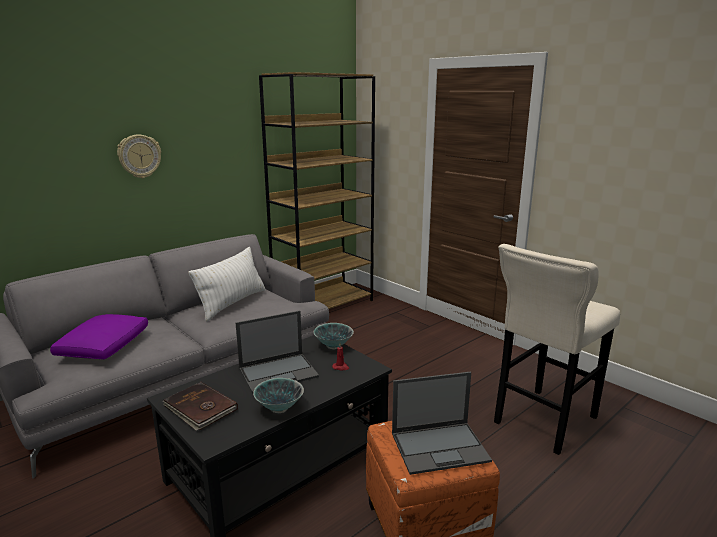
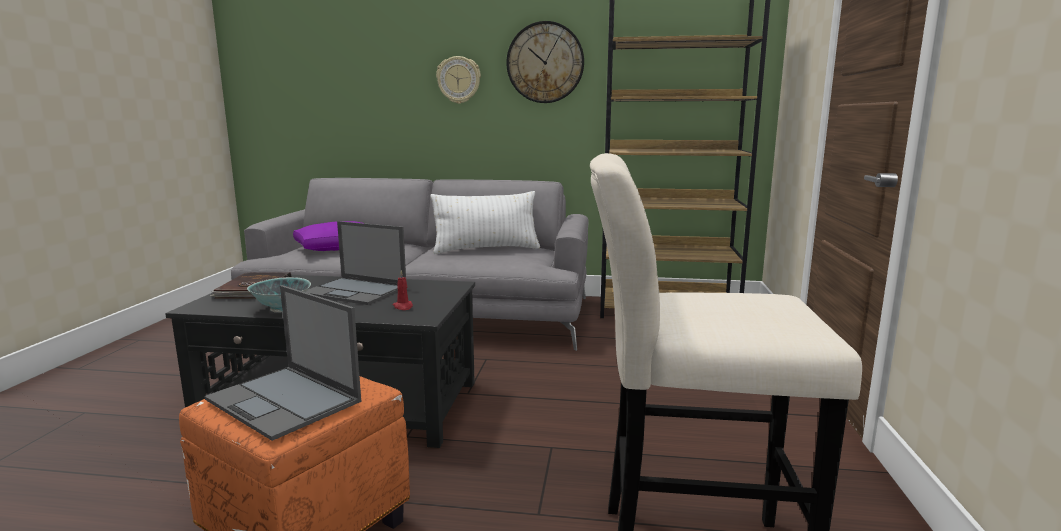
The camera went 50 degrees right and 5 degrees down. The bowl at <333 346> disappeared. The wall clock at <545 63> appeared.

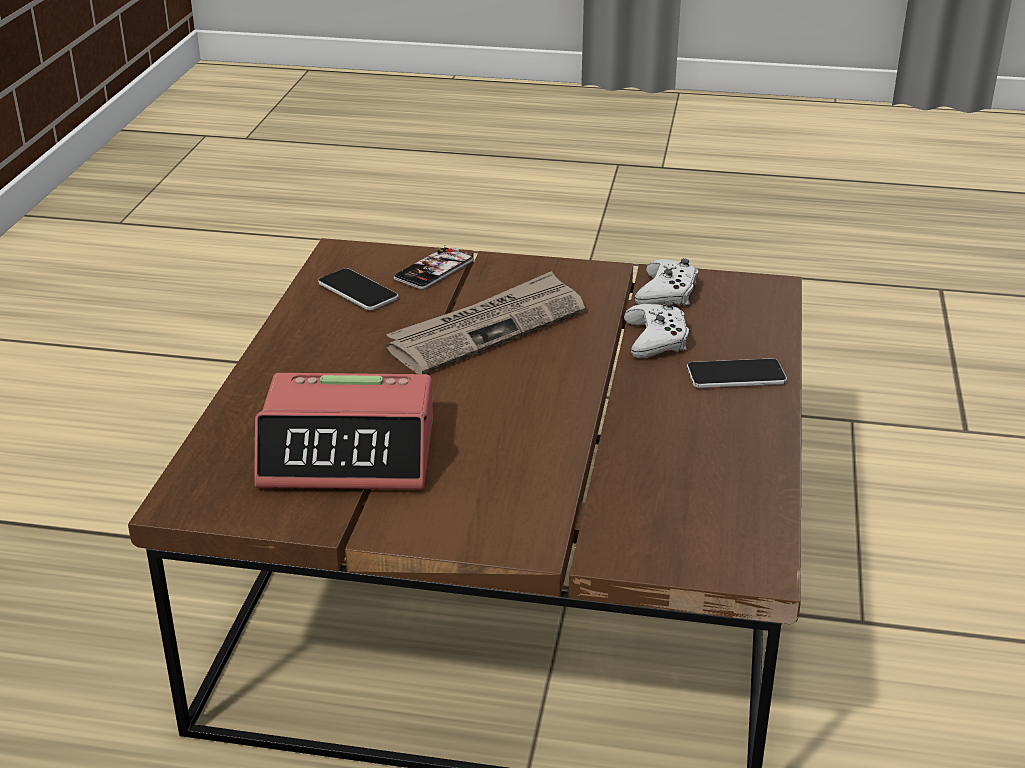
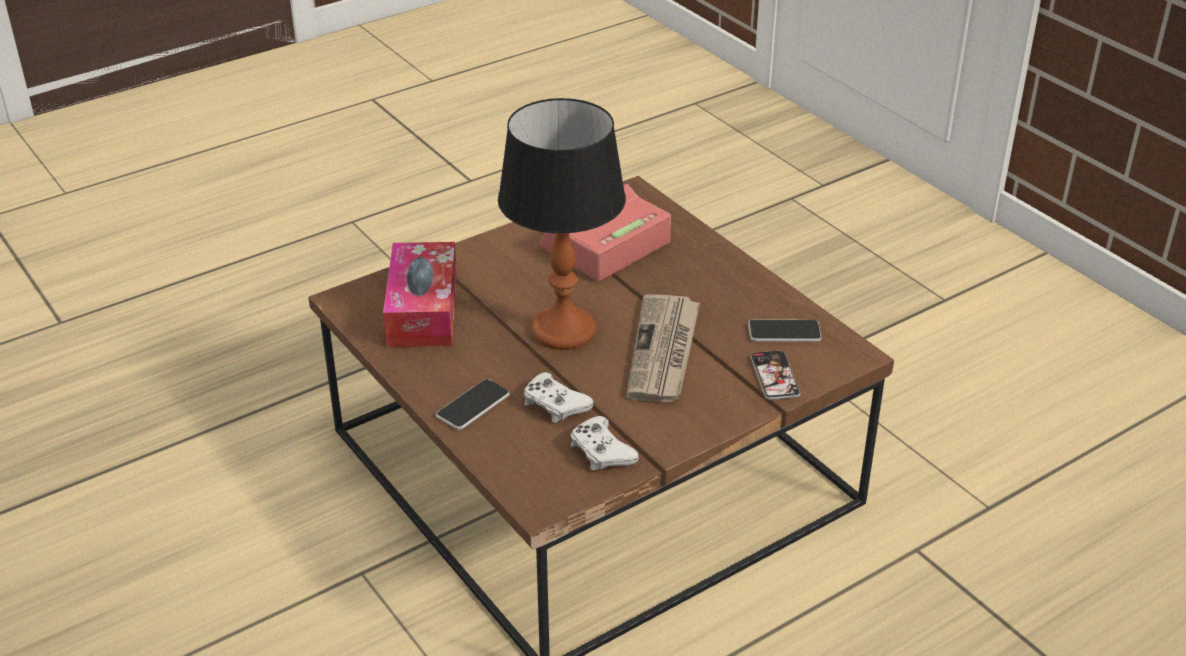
The camera went 135 degrees right and 5 degrees up. The tissue box at <423 309> appeared. The table lamp at <564 330> appeared.

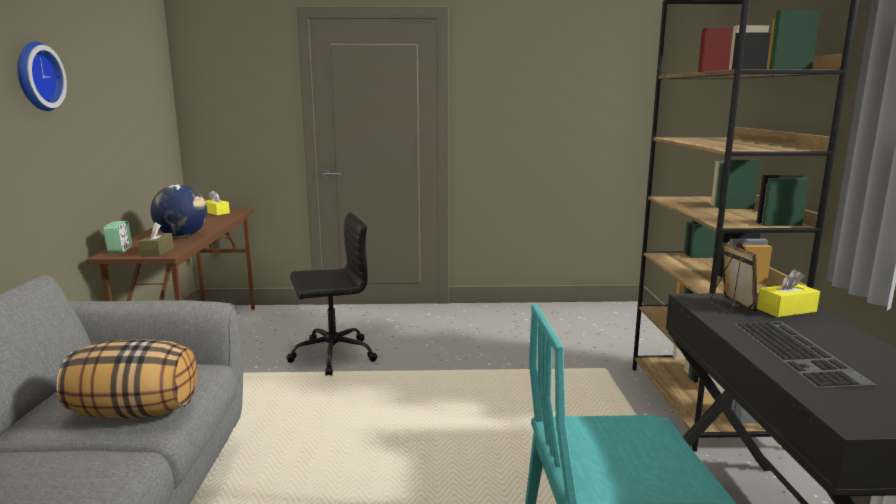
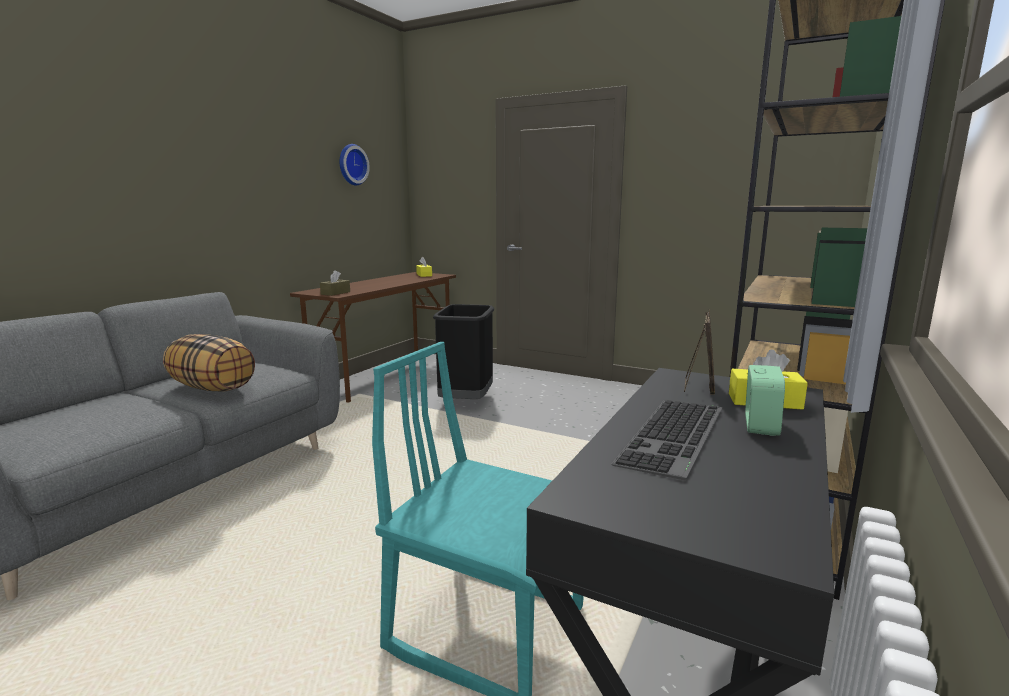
The camera went 30 degrees right and 0 degrees up. The wall clock moved from <35 76> to <351 164>. The alarm clock moved from <120 250> to <760 426>. The globe at <182 236> disappeared. The black office chair at <331 355> was replaced by the black trash can at <466 401>.

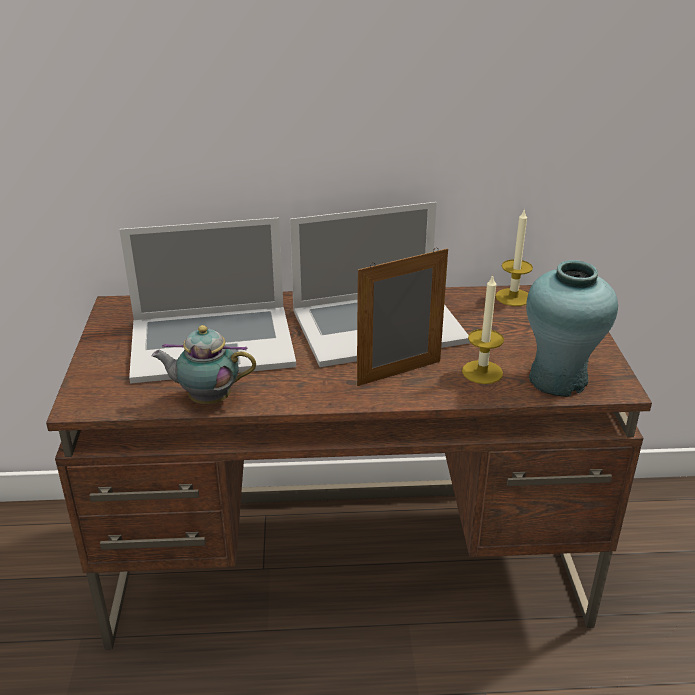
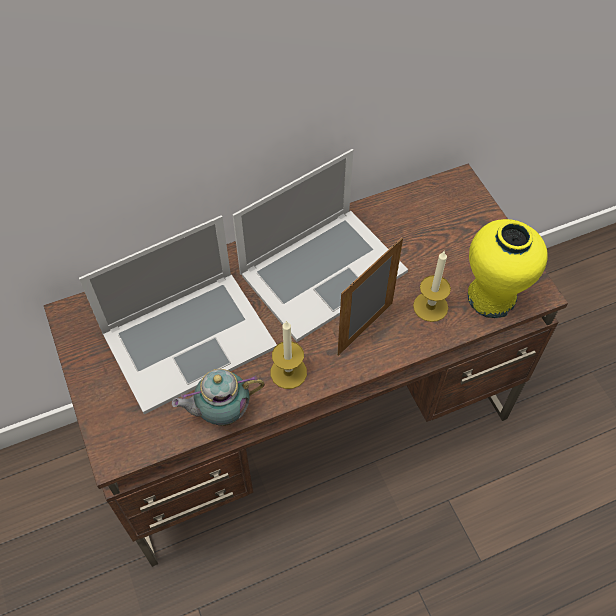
The camera went 20 degrees left and 25 degrees up. The candle moved from <513 297> to <288 372>. The turquoise vase at <558 379> became the yellow vase at <491 297>.

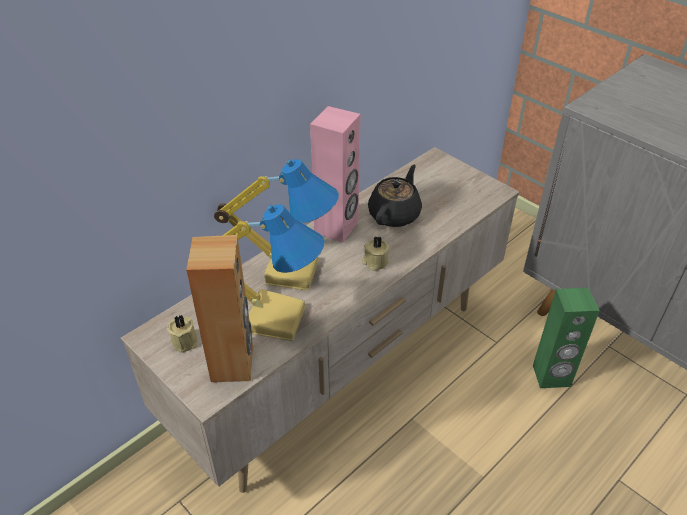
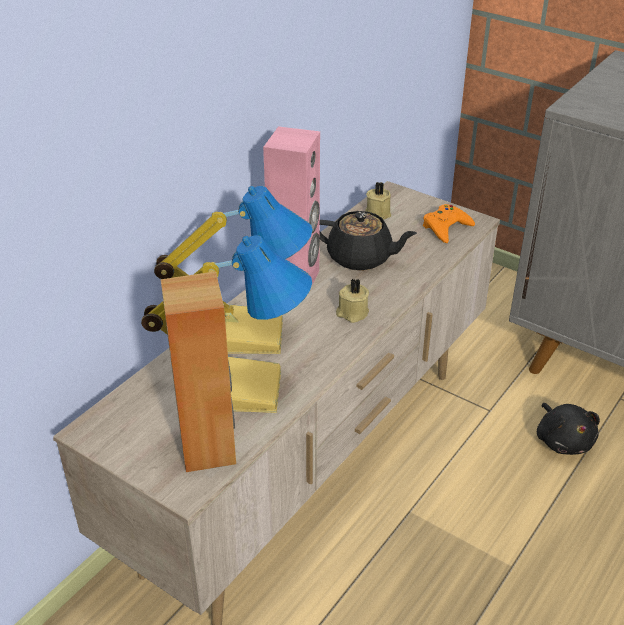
The camera went 10 degrees left and 5 degrees down. The beige candle moved from <186 341> to <378 213>. The black teapot at <395 214> turned 90 degrees clockwise. The green speaker at <551 376> was replaced by the black plush toy at <563 440>. The orange game controller at <446 228> appeared.

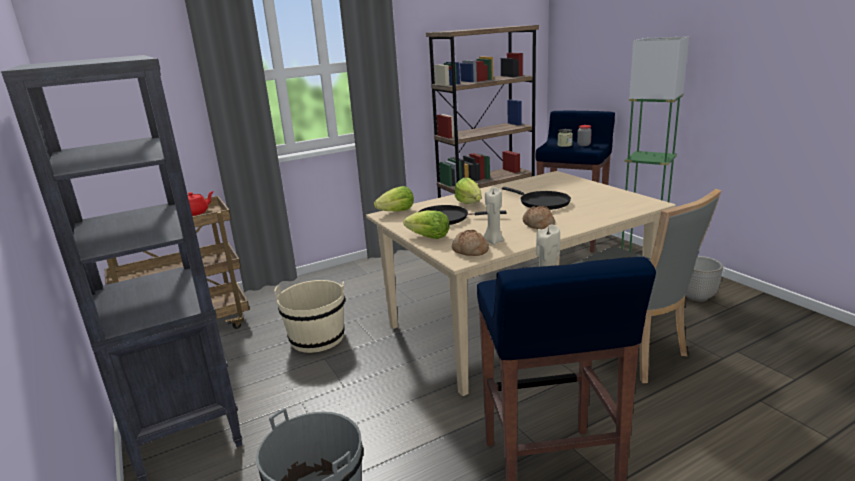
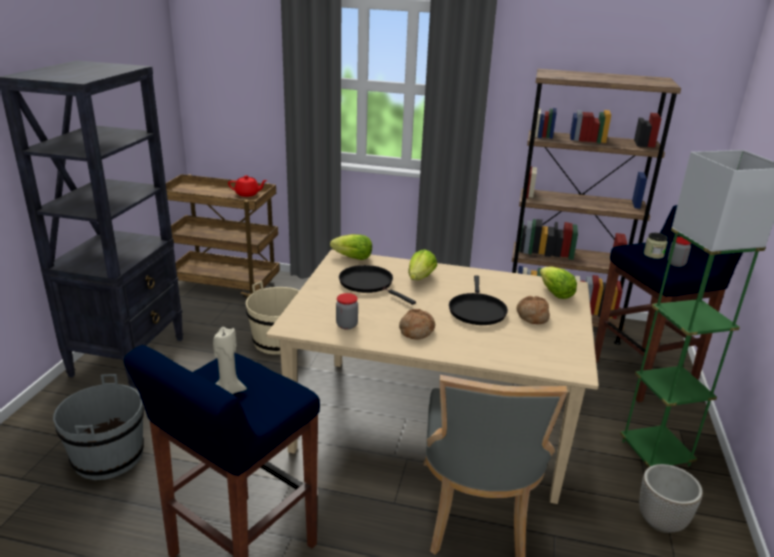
The camera went 40 degrees right and 5 degrees up. The lettuce moved from <429 237> to <555 294>. The bread moved from <470 251> to <532 316>. The beige candle at <493 241> was replaced by the jar at <346 325>.

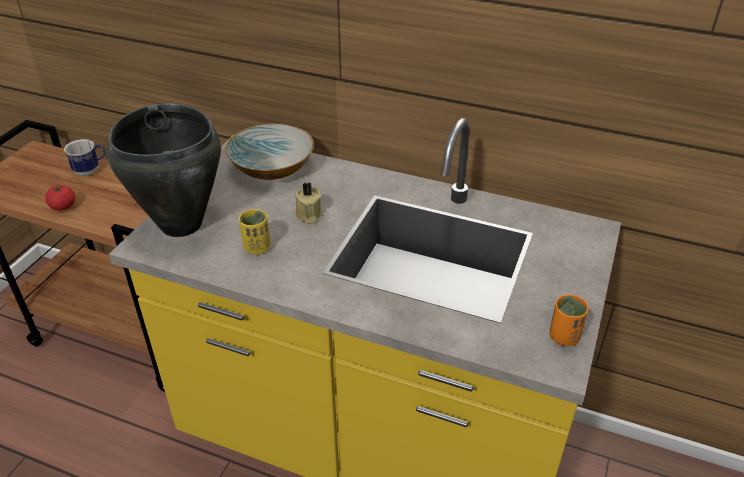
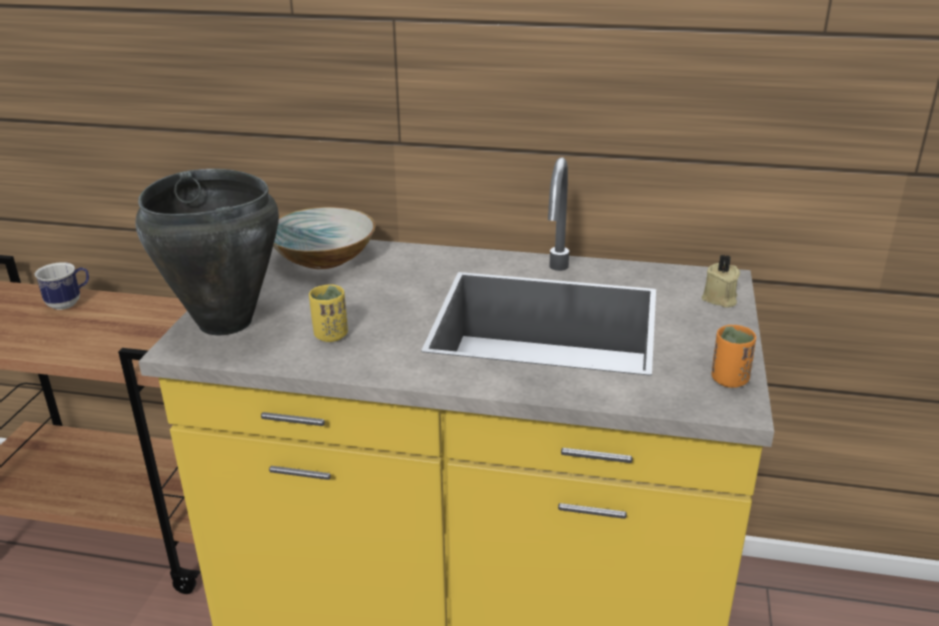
The camera went 10 degrees left and 10 degrees down. The tomato at <63 207> disappeared. The beige candle moved from <308 215> to <719 299>.

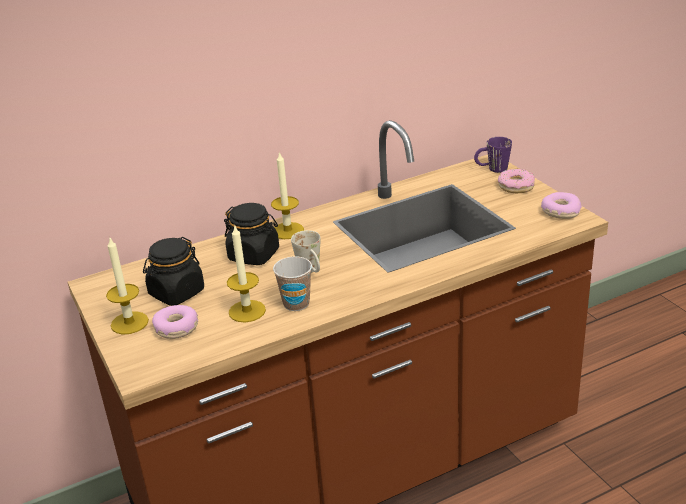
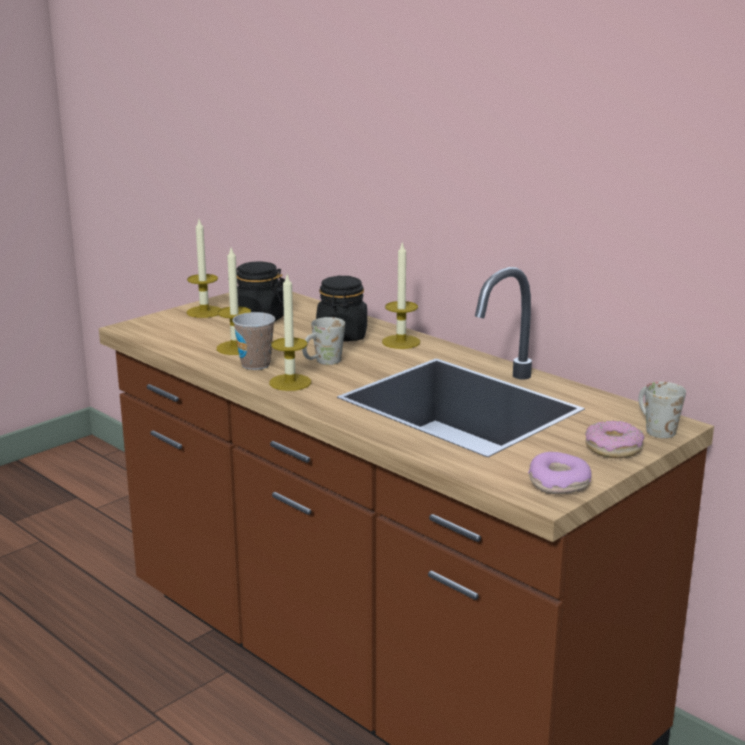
The camera went 70 degrees right and 10 degrees down. The donut at <177 328> disappeared. The purple mug at <492 169> became the white mug at <654 428>. The candle at <290 382> appeared.

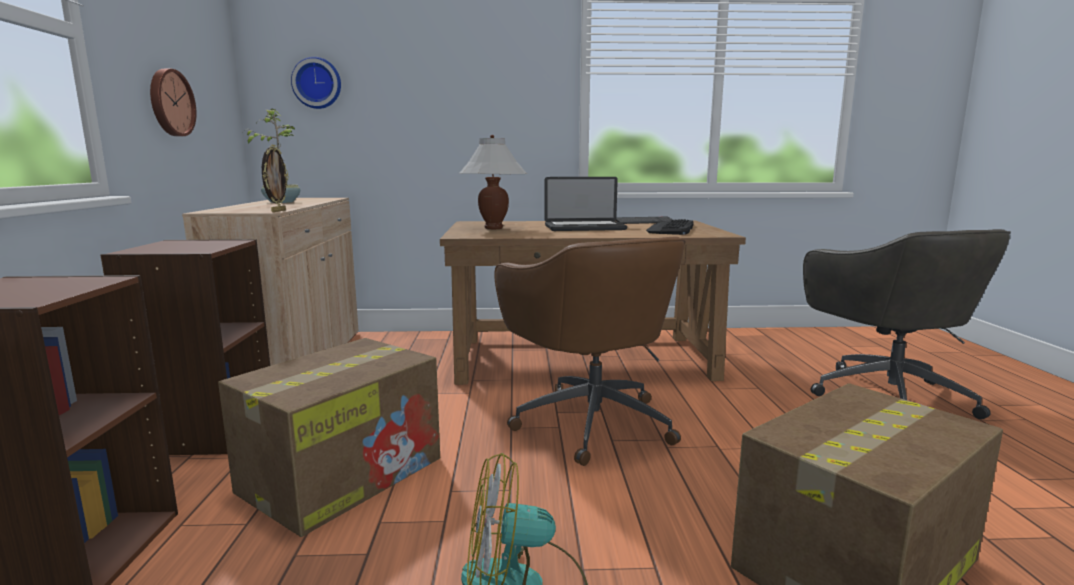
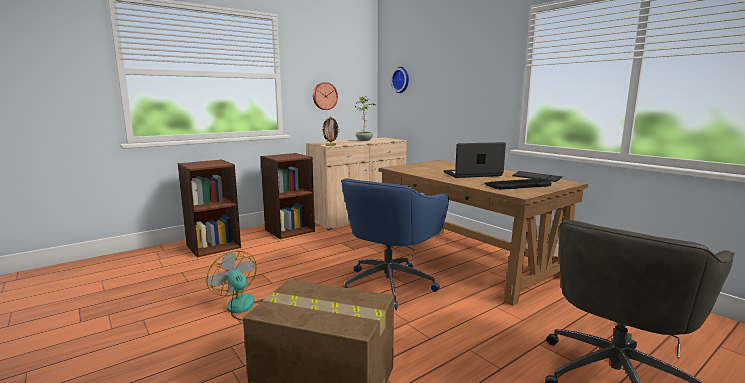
The camera went 55 degrees right and 0 degrees up. The cardboard box at <344 473> disappeared. The white table lamp at <494 228> disappeared. The brown office chair at <591 421> became the blue office chair at <390 284>. The laptop at <584 228> turned 120 degrees clockwise.

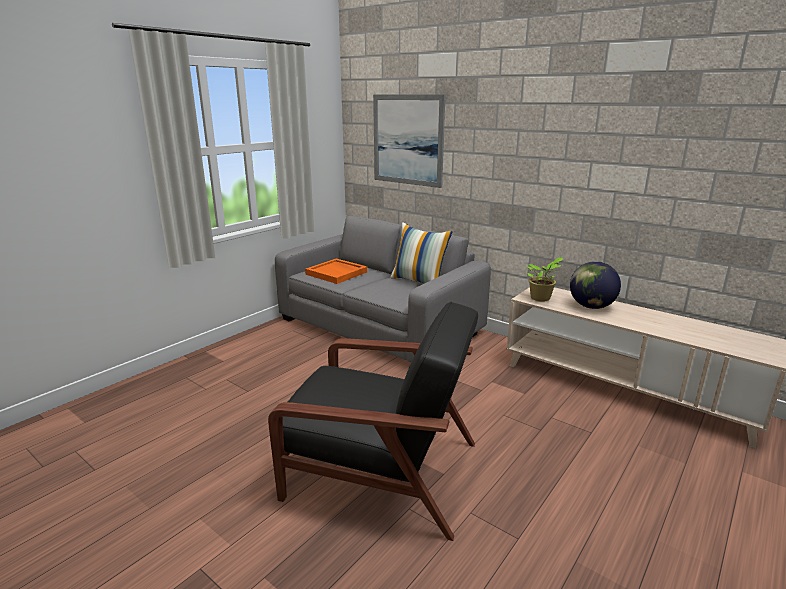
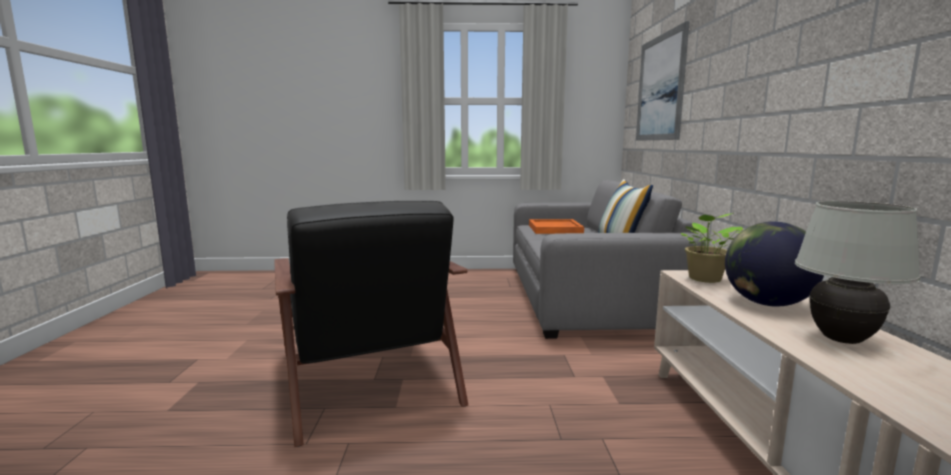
The camera went 50 degrees right and 10 degrees down. The white table lamp at <841 340> appeared.

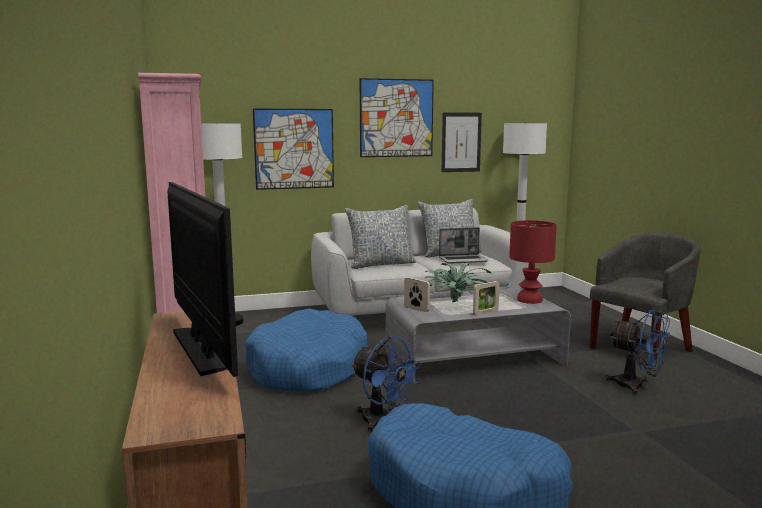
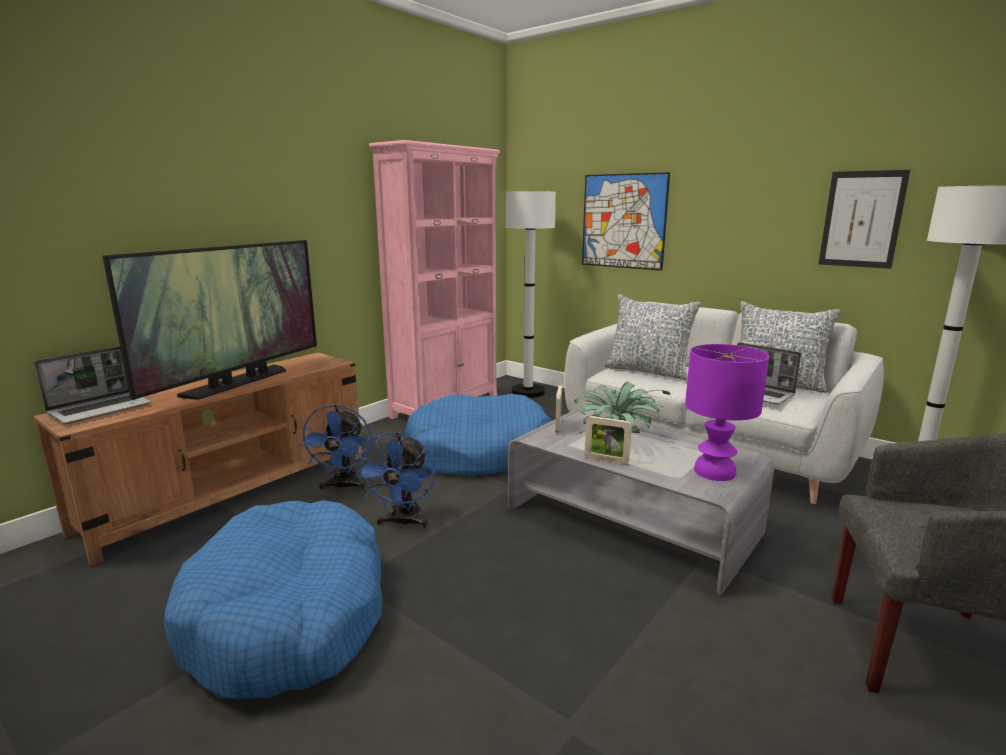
The camera went 55 degrees right and 5 degrees up. The picture at <396 118> disappeared. The red table lamp at <529 300> became the purple table lamp at <714 471>. The blue fan moved from <636 386> to <343 486>. The laptop at <101 409> appeared.

